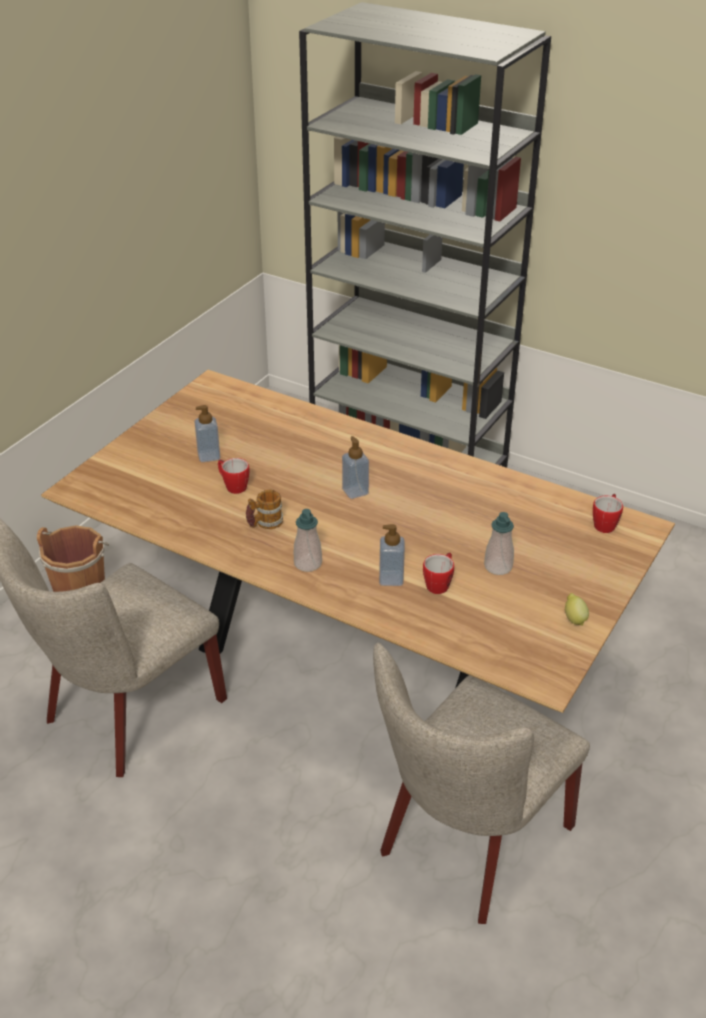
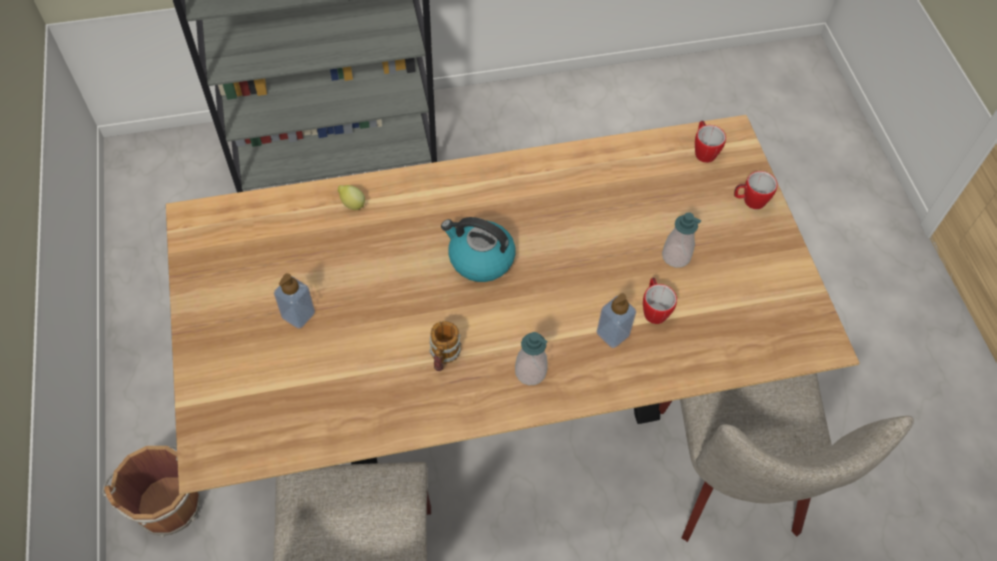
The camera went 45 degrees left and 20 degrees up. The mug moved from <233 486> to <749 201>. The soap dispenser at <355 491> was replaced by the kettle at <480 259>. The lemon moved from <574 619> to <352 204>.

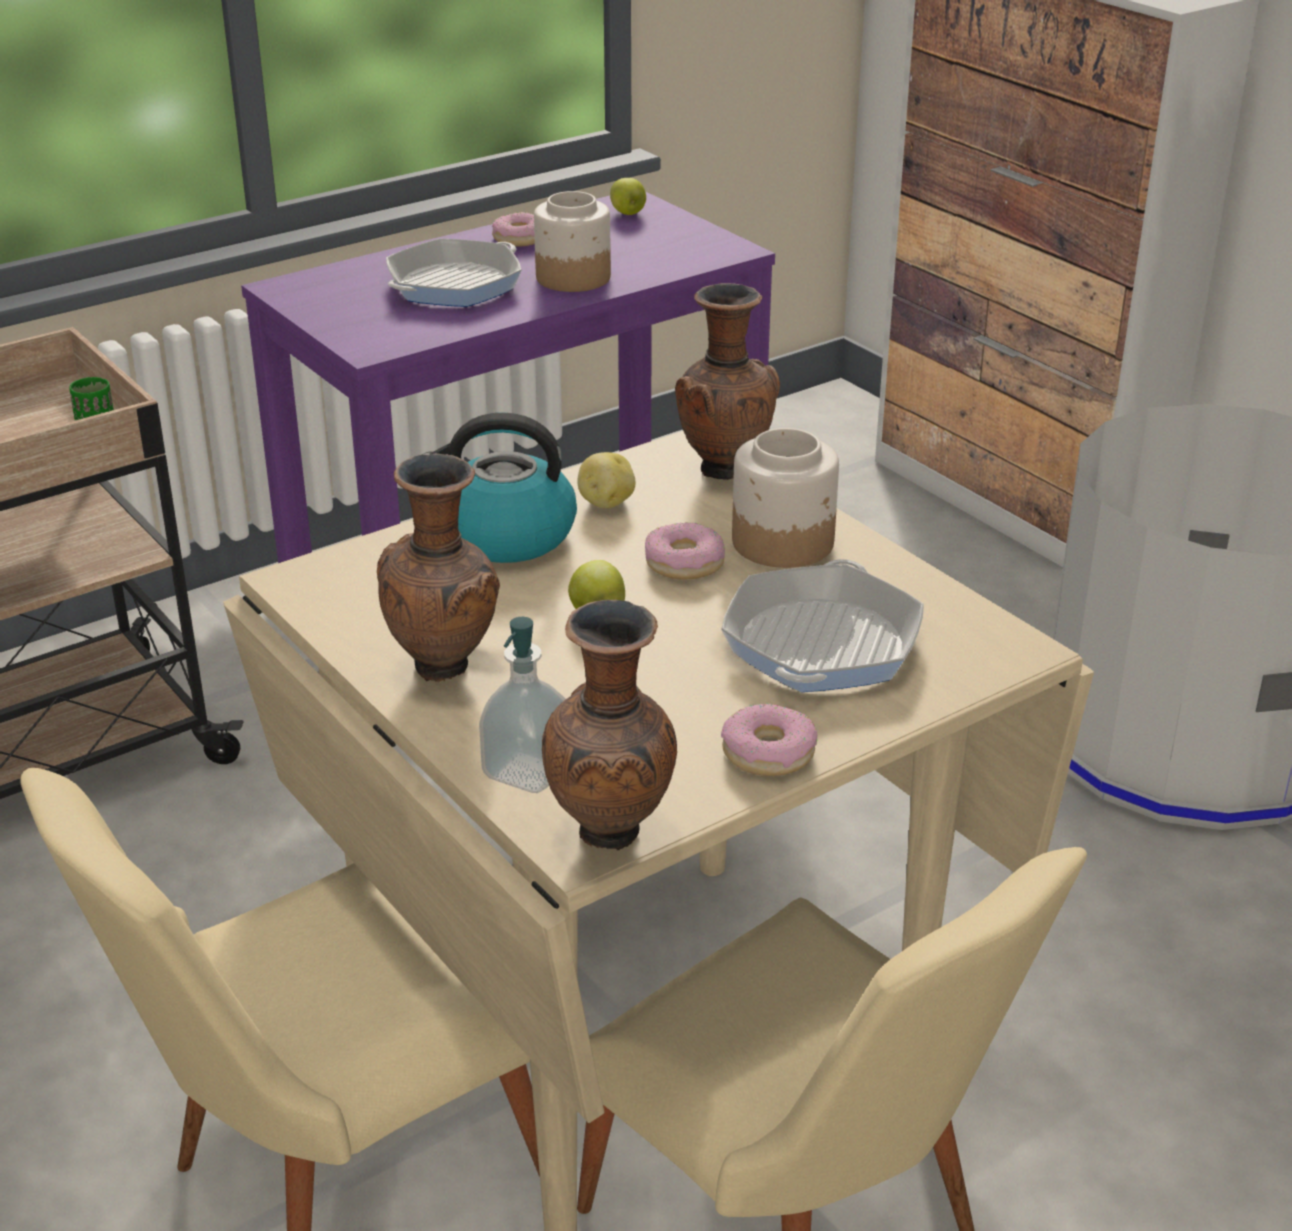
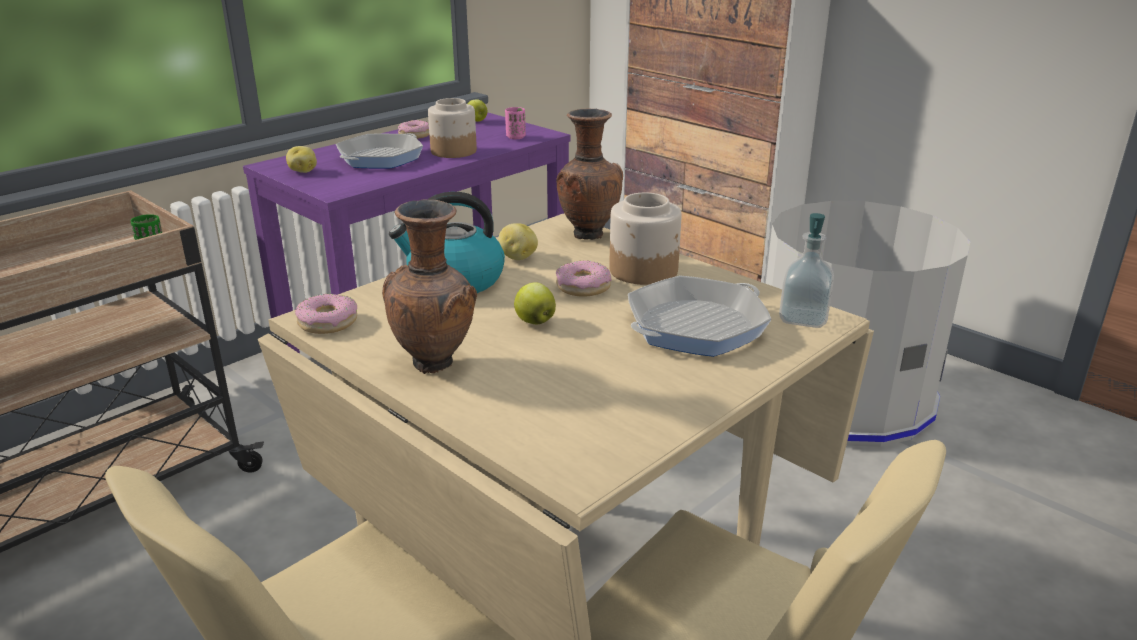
The camera went 10 degrees left and 5 degrees down. The soap dispenser moved from <527 771> to <803 318>. The brown vase at <613 835> disappeared. The frying pan at <822 643> turned 45 degrees clockwise. The donut moved from <768 752> to <328 322>. The potato at <303 171> appeared. The pink cup at <515 137> appeared.

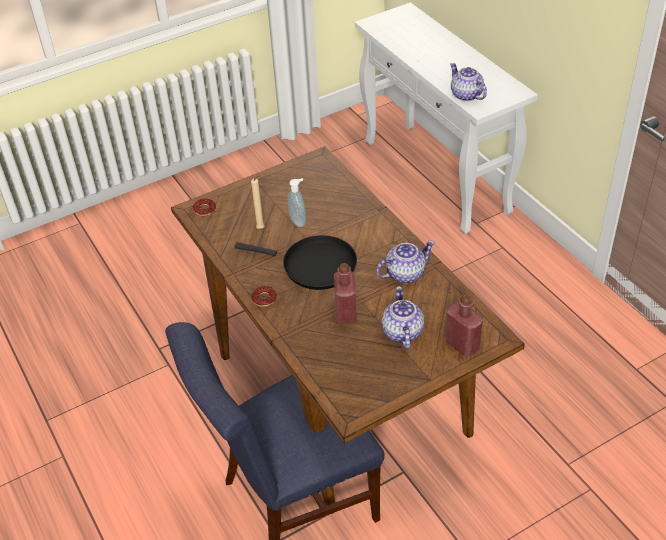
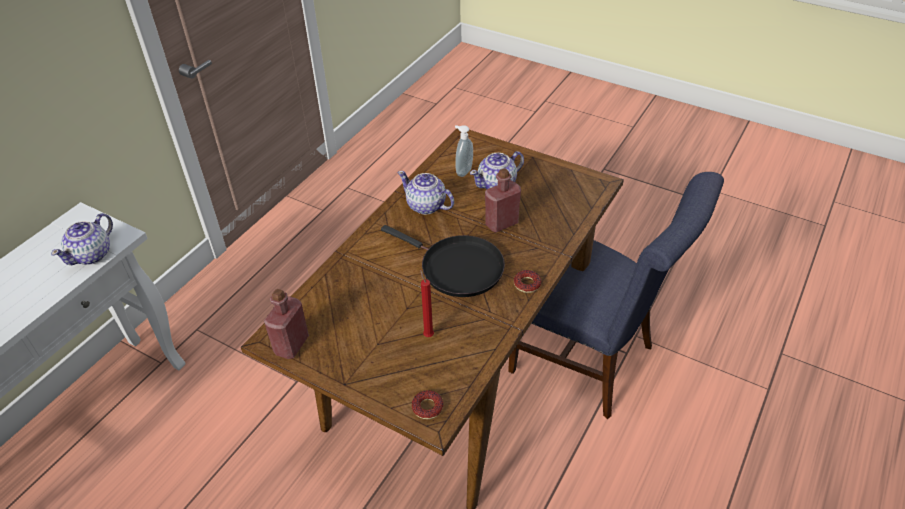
The camera went 120 degrees left and 0 degrees up. The black frying pan at <314 266> turned 135 degrees clockwise. The beige candle at <262 228> became the red candle at <428 334>. The soap dispenser moved from <299 221> to <463 171>. The red bottle moved from <462 345> to <291 345>.

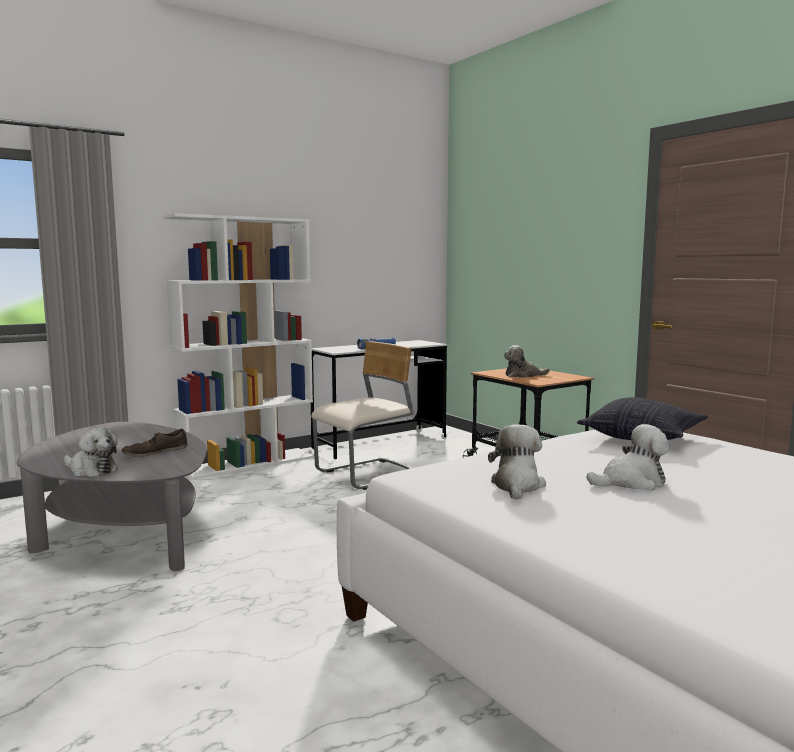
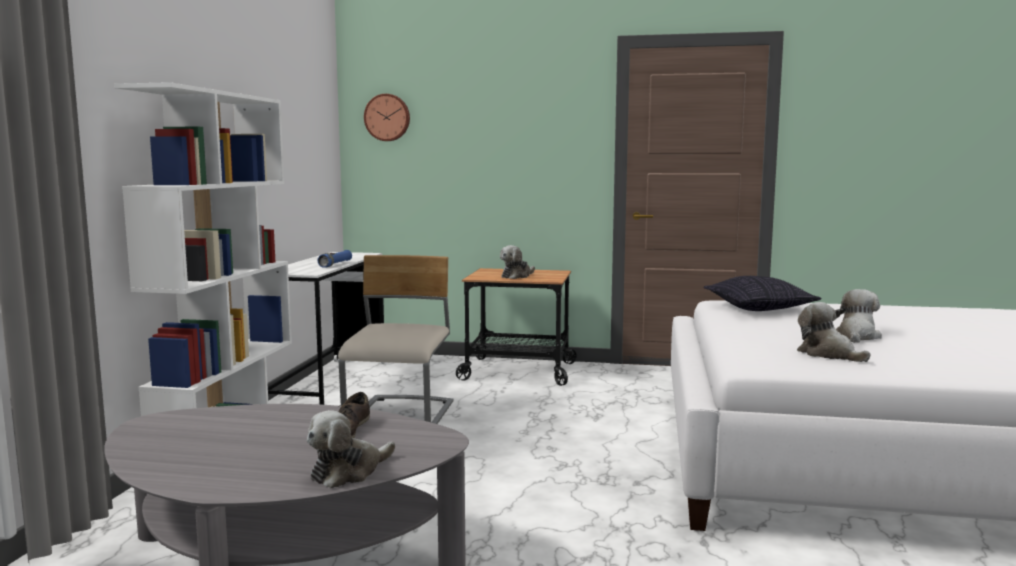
The camera went 45 degrees left and 0 degrees up. The plush toy at <91 470> turned 150 degrees clockwise. The wall clock at <387 117> appeared.

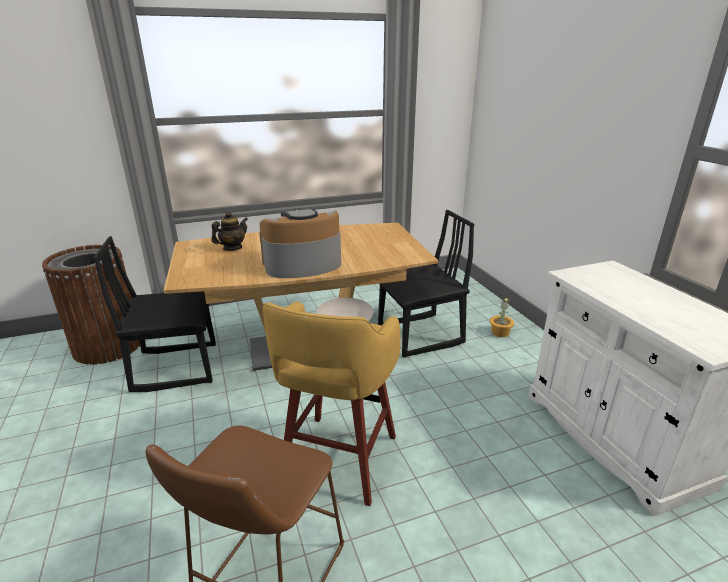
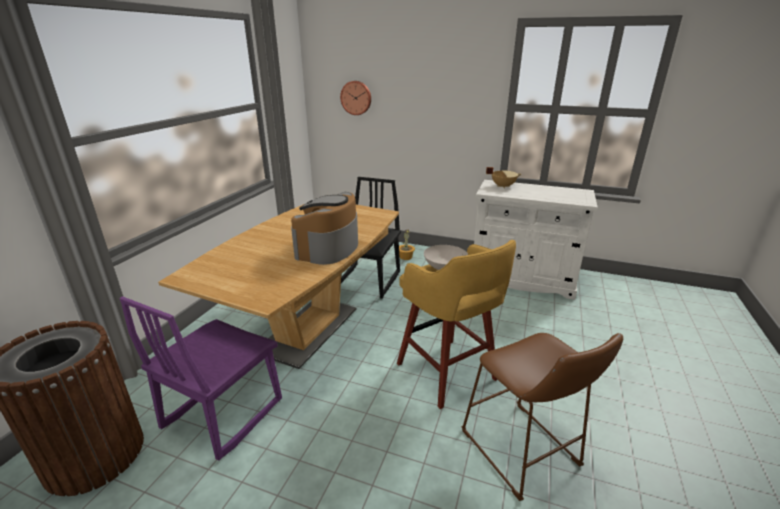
The camera went 50 degrees left and 0 degrees up. The black chair at <176 367> became the purple chair at <222 413>. The teapot at <232 248> disappeared. The wall clock at <356 98> appeared. The beige cooking pot at <502 186> appeared.

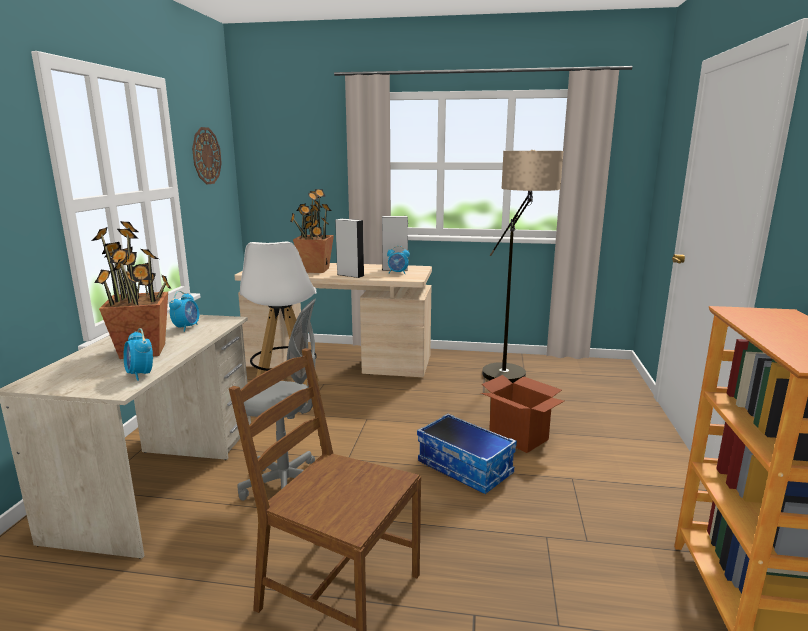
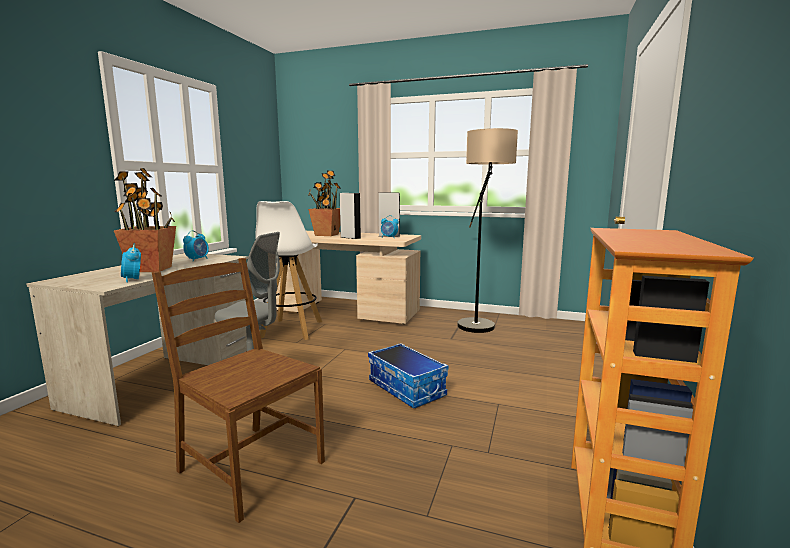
The camera went 10 degrees right and 5 degrees down. The wall clock at <206 156> disappeared. The cardboard box at <519 437> disappeared.

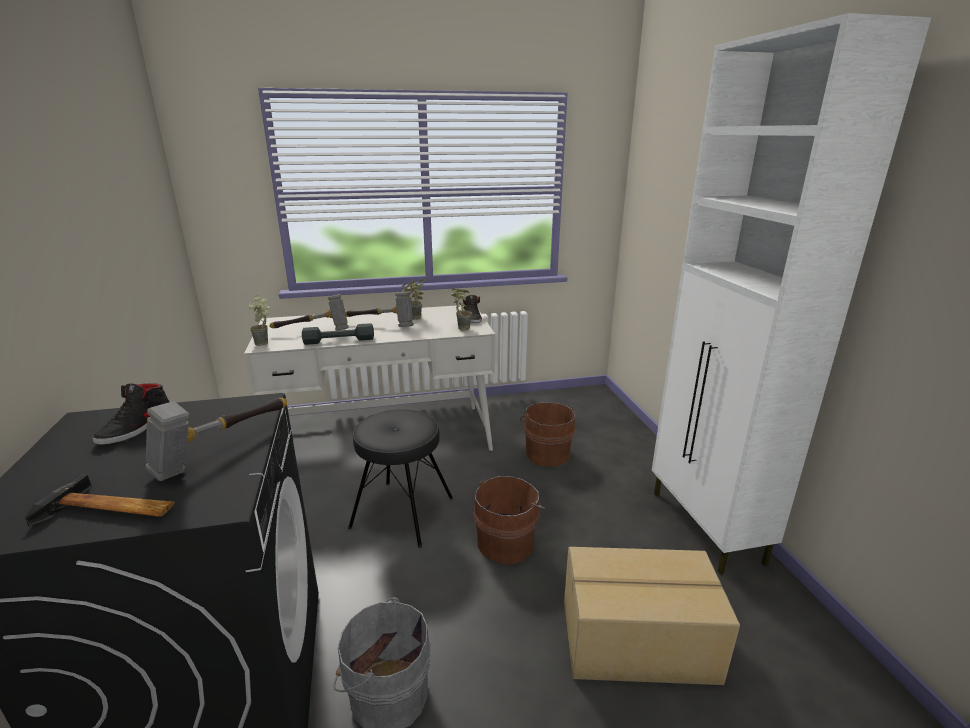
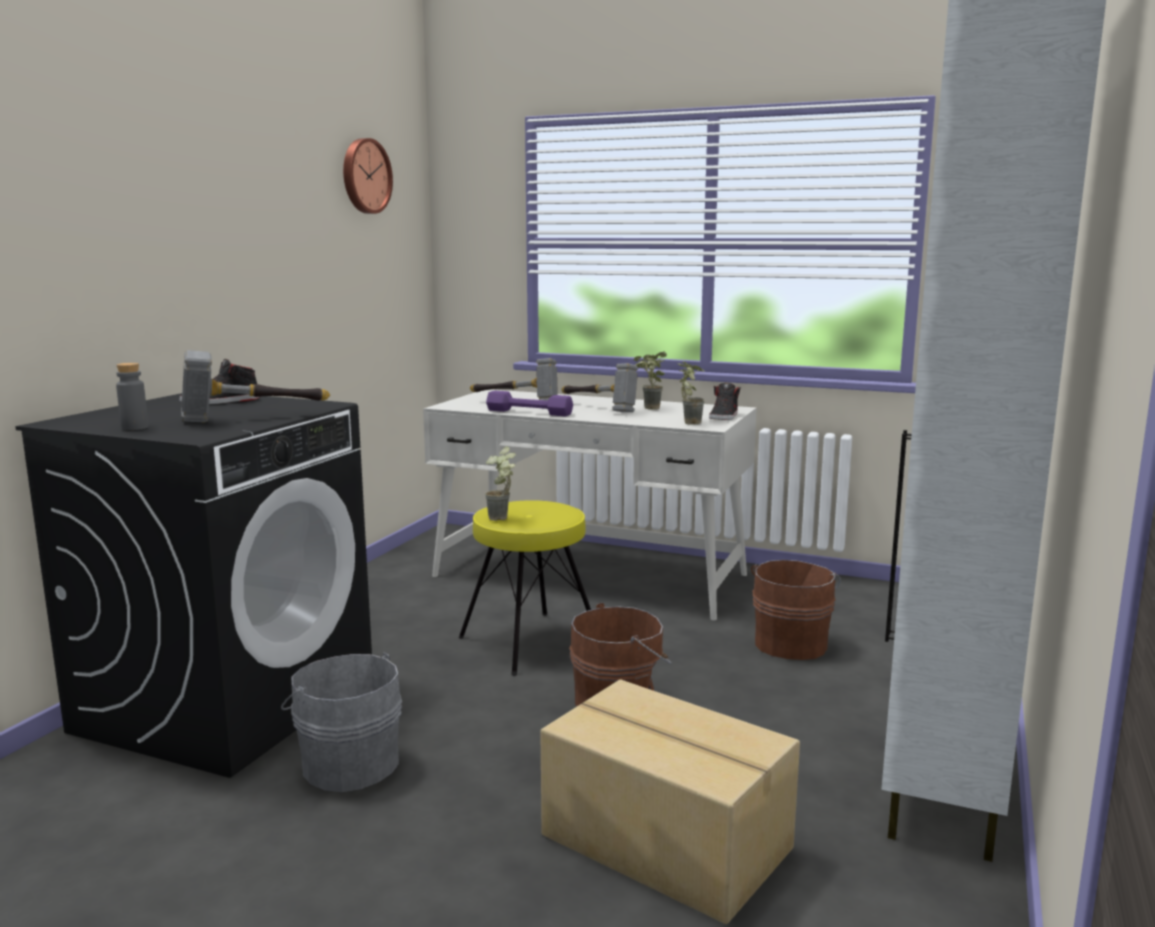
The camera went 35 degrees right and 10 degrees down. The hammer at <109 511> was replaced by the grey bottle at <134 427>. The potted plant moved from <265 343> to <503 519>. The grey dumbbell at <339 340> became the purple dumbbell at <529 412>. The black stool at <401 512> became the yellow stool at <529 642>. The wall clock at <365 176> appeared.

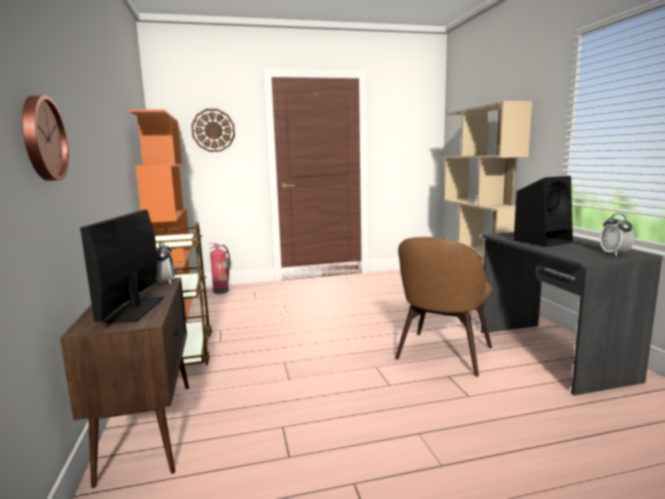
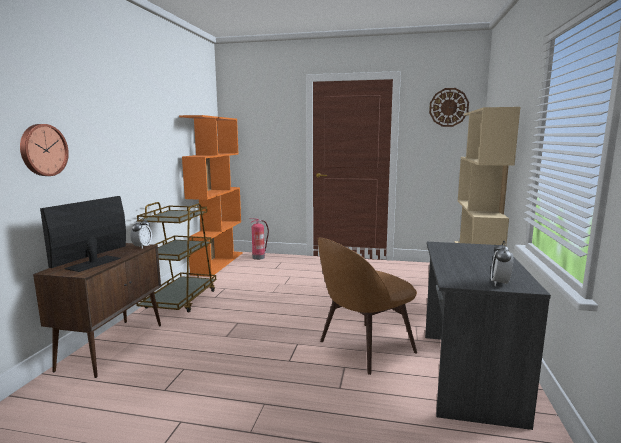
The camera went 25 degrees right and 0 degrees up. The wall clock moved from <213 130> to <448 107>. The black speaker at <543 241> disappeared.

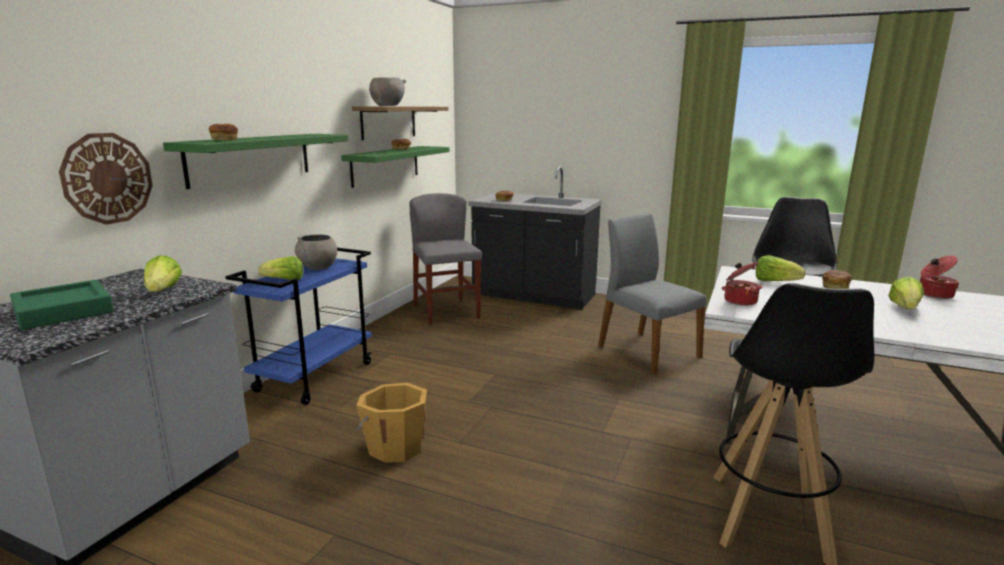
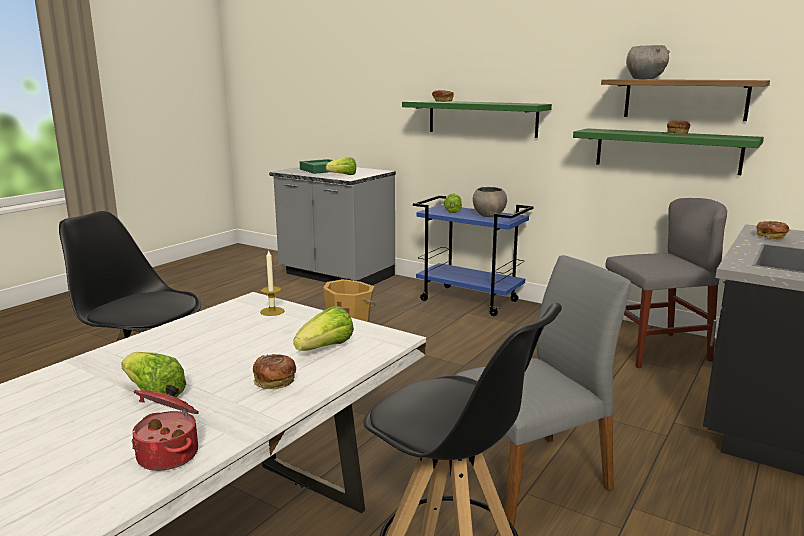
The camera went 100 degrees right and 0 degrees up. The wall clock at <107 178> disappeared. The cooking pot at <739 301> was replaced by the candle at <272 311>.

